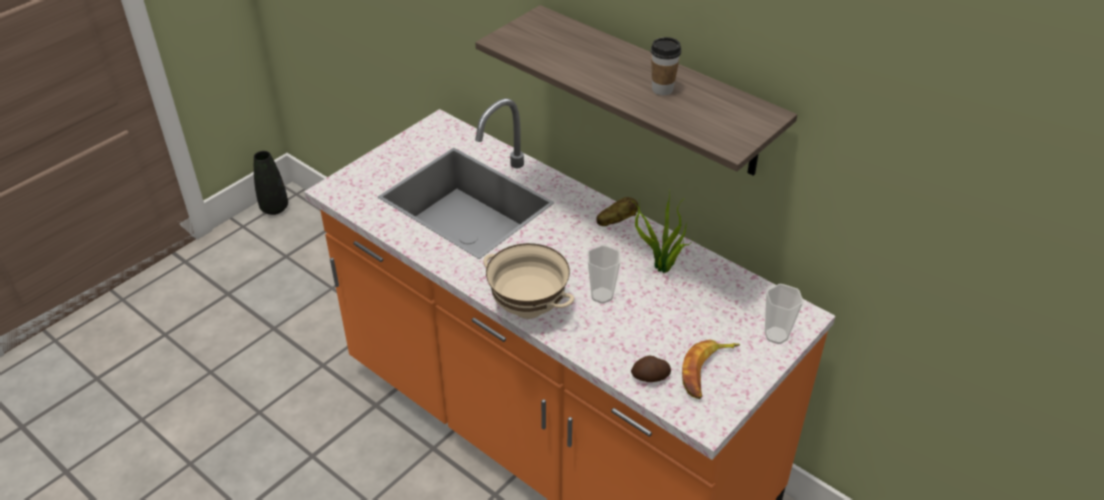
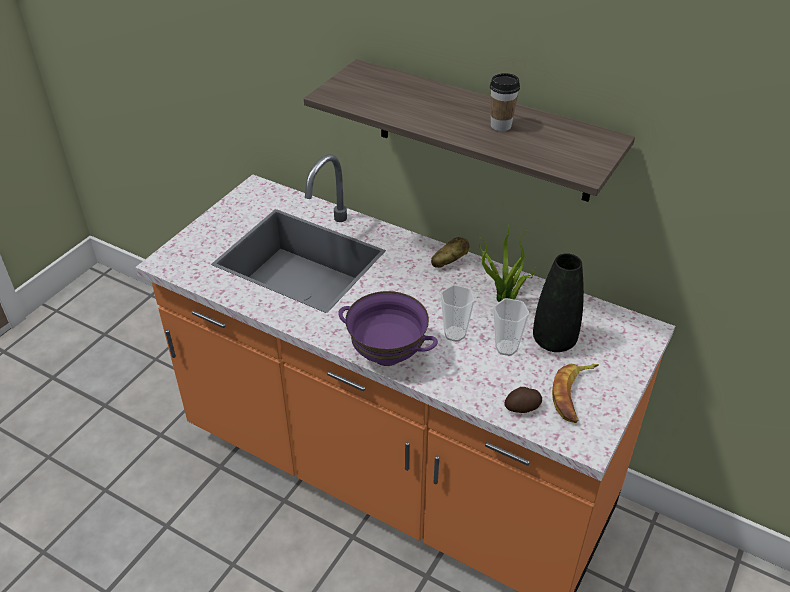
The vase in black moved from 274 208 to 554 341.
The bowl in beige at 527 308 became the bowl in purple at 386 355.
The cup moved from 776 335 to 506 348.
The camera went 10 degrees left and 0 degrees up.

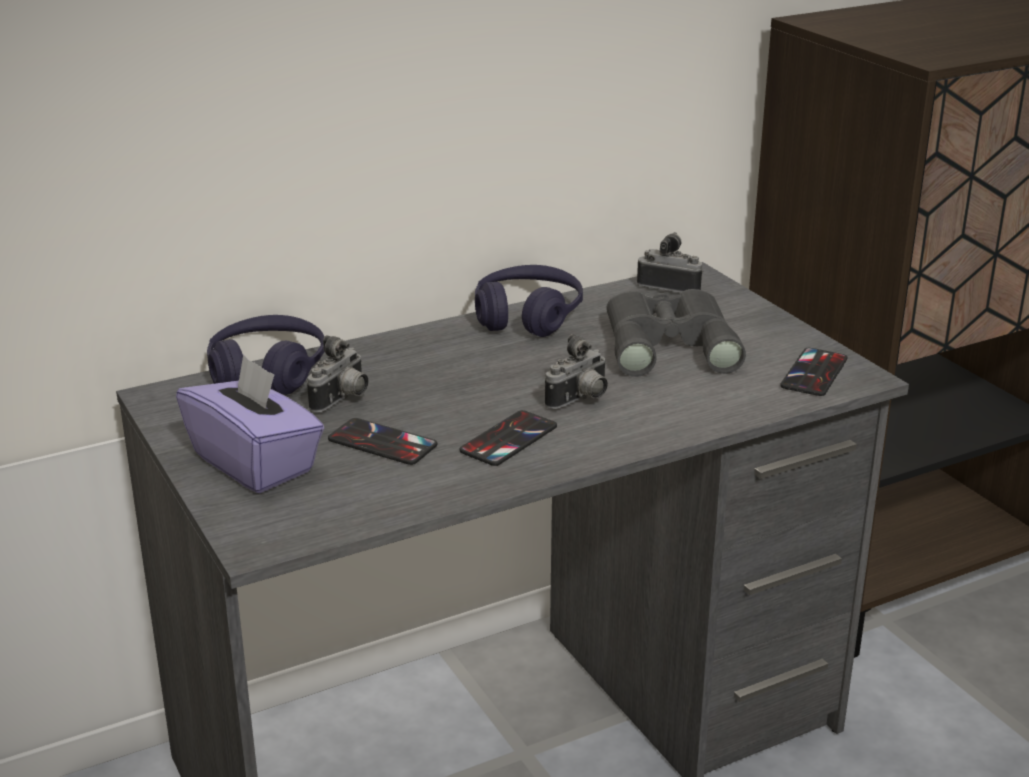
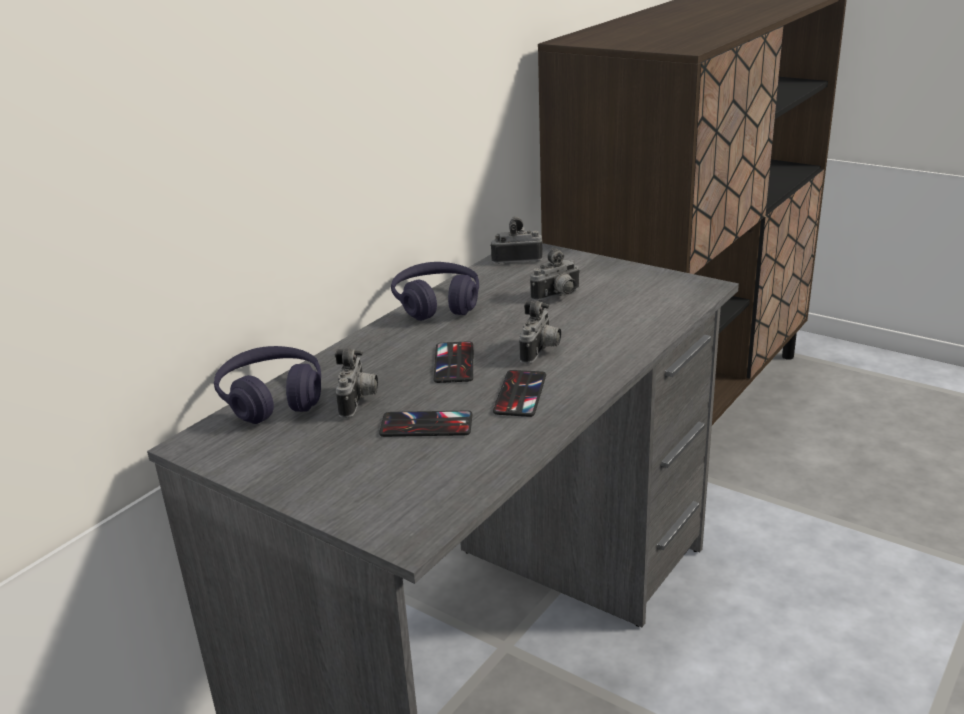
The tissue box in purple at 255 463 disappeared.
The binoculars in grey at 669 343 was replaced by the photo camera at 558 296.
The phone moved from 814 373 to 454 363.
The camera went 25 degrees left and 0 degrees up.

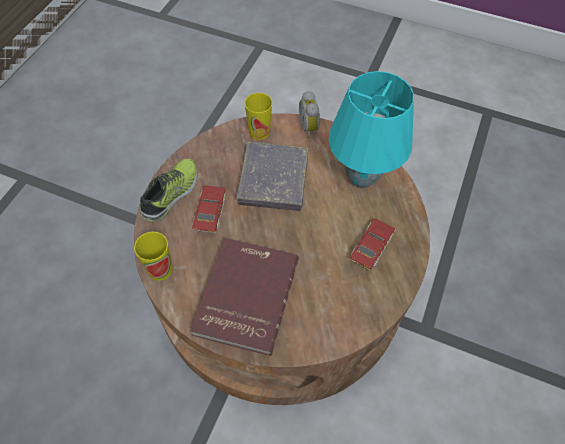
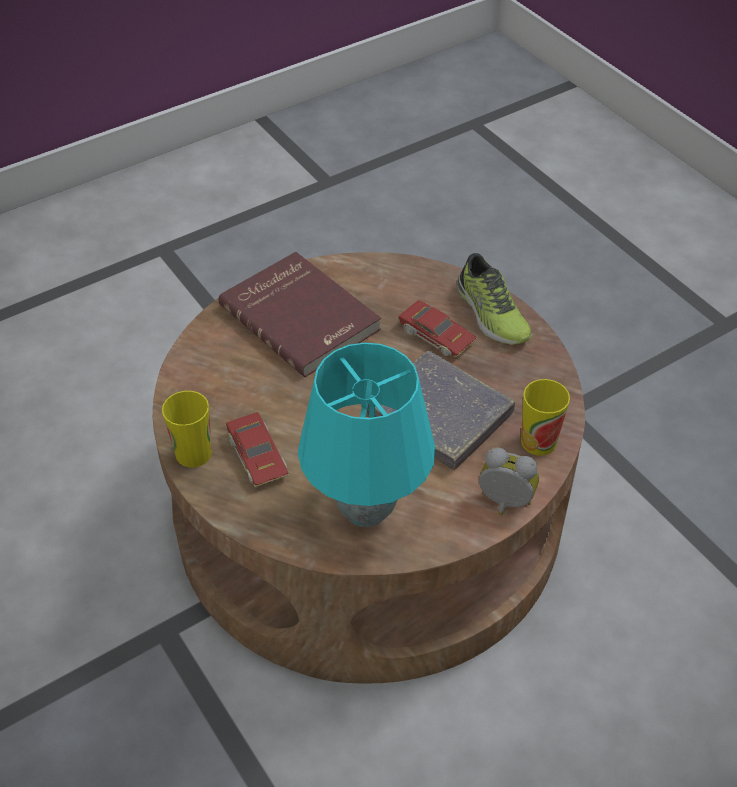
The cup moved from 160 269 to 193 453.
The camera went 125 degrees right and 10 degrees down.

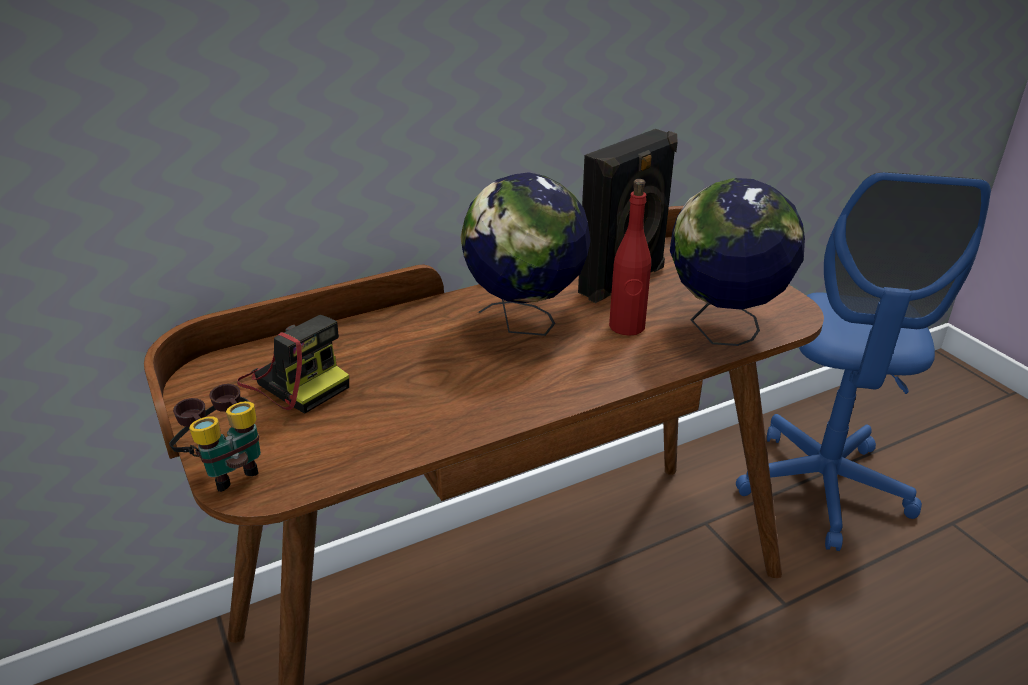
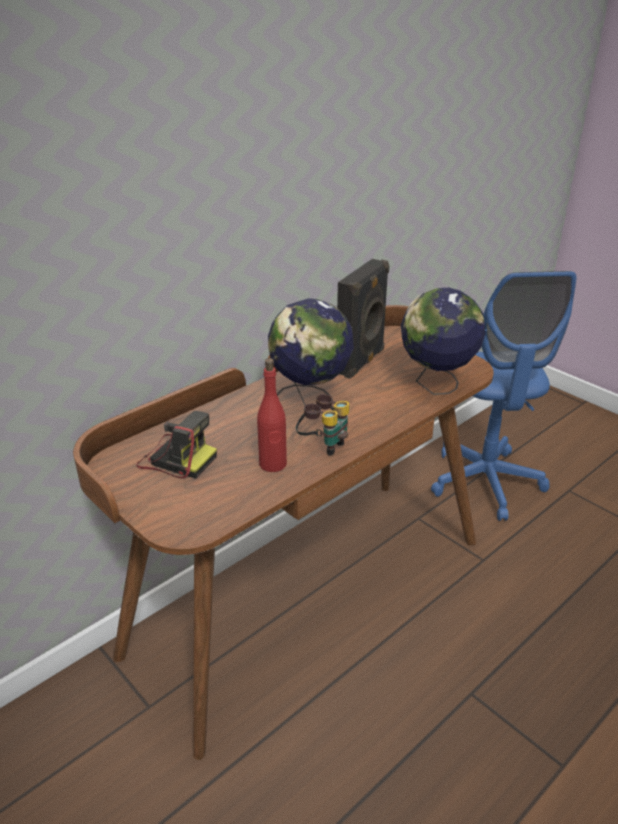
The binoculars moved from 227 468 to 323 444.
The bottle in red moved from 627 326 to 273 464.
The camera went 15 degrees left and 0 degrees up.

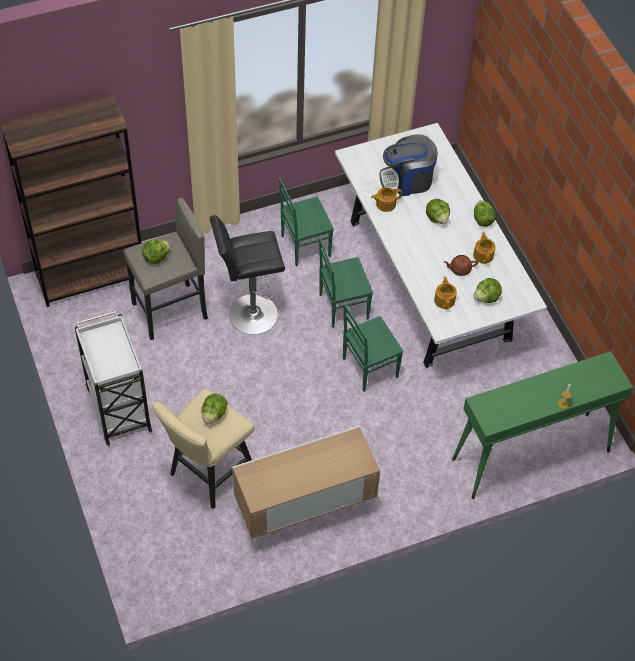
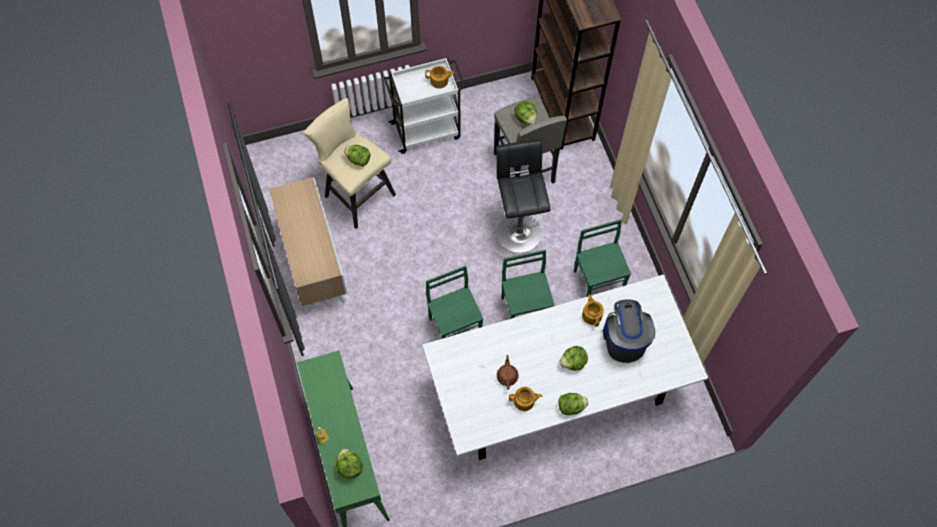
The teapot moved from 444 300 to 439 81.
The lettuce moved from 487 298 to 349 467.
The camera went 95 degrees right and 10 degrees up.

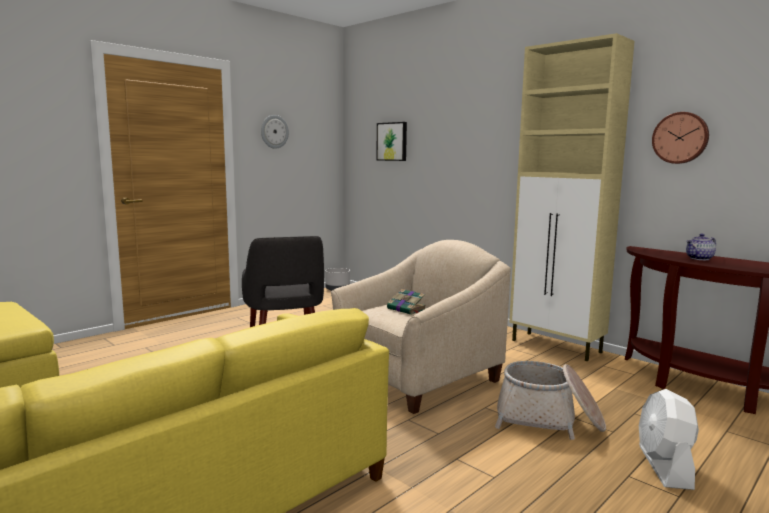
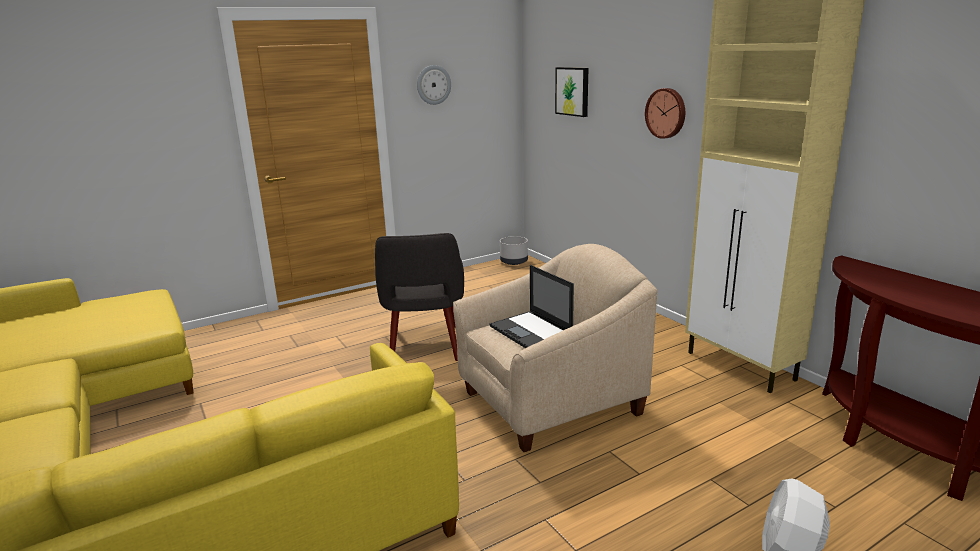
The book at 407 309 was replaced by the laptop at 531 331.
The basket at 548 420 disappeared.
The wall clock moved from 680 138 to 666 113.
The teapot at 700 259 disappeared.
The camera went 15 degrees right and 10 degrees up.

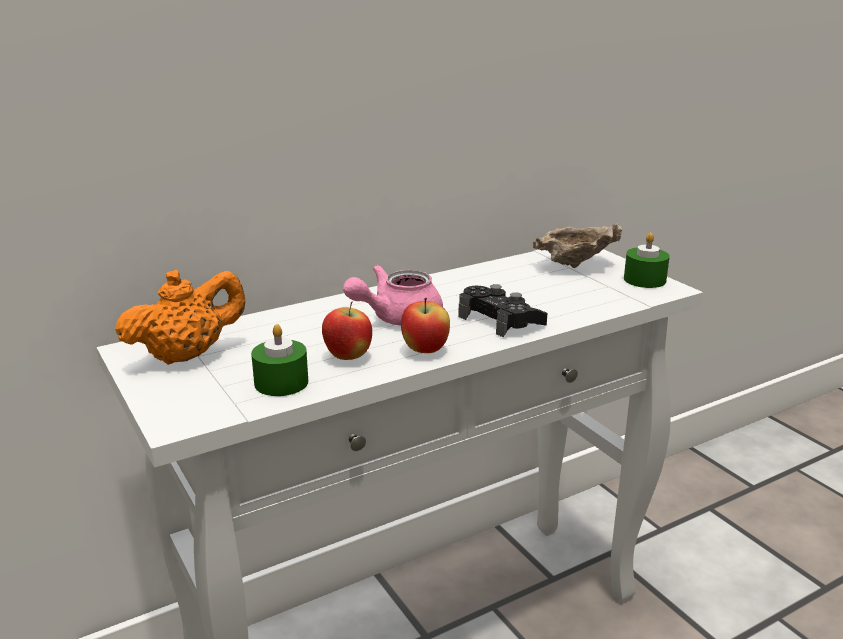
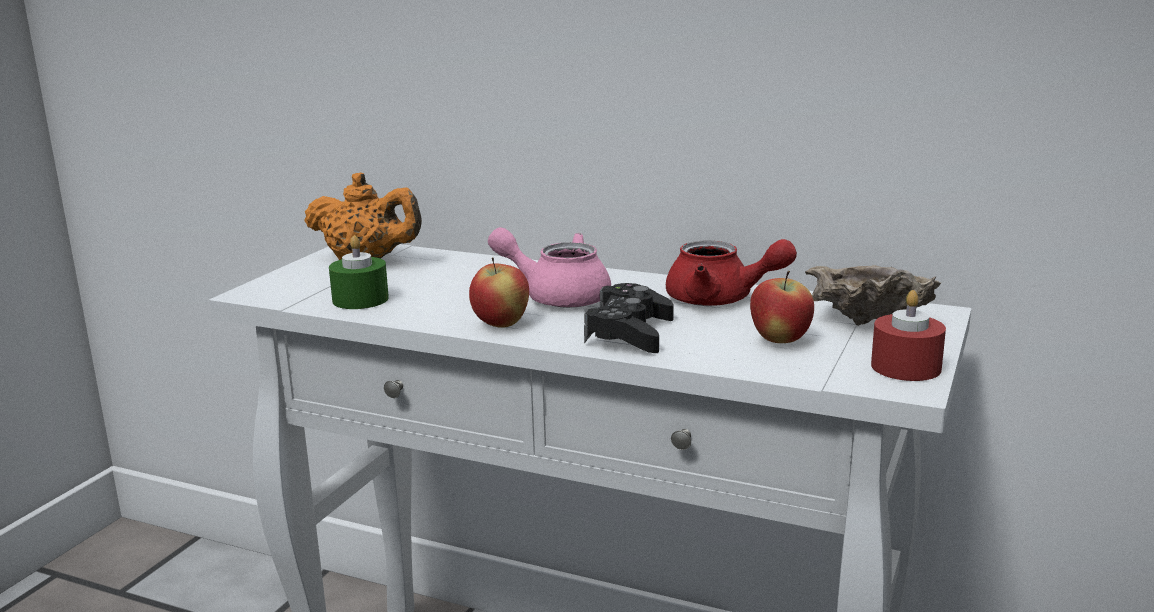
The apple moved from 348 357 to 780 341.
The candle in green at 644 280 became the candle in red at 906 367.
The teapot in red at 721 300 appeared.
The camera went 55 degrees right and 5 degrees down.

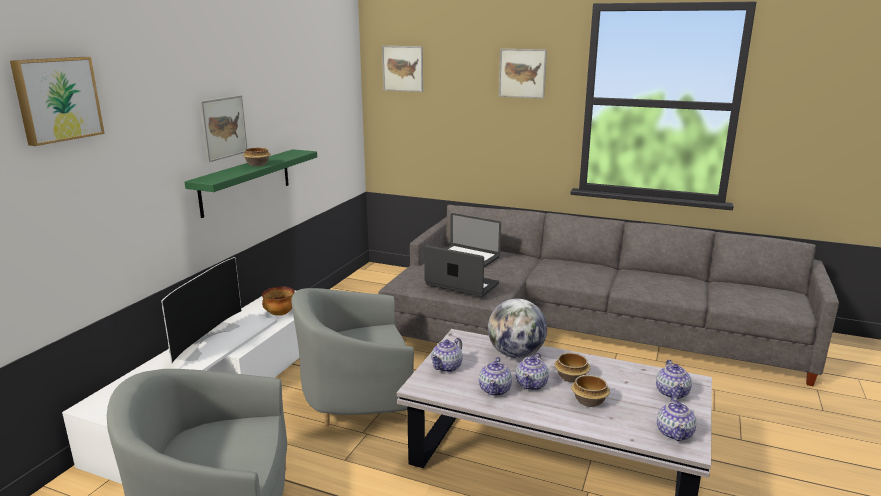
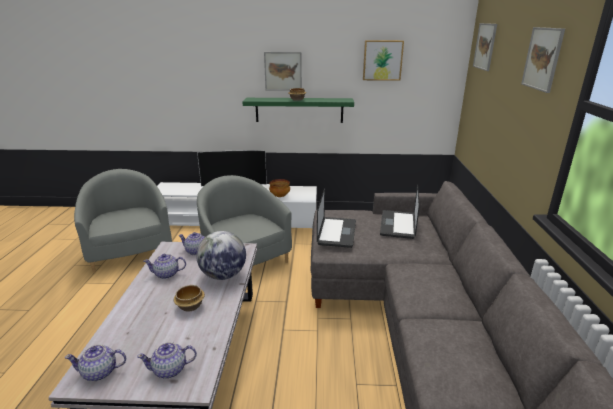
The picture moved from 57 99 to 382 60.
The teapot at 532 384 disappeared.
The bowl at 588 401 disappeared.
The camera went 70 degrees right and 5 degrees up.

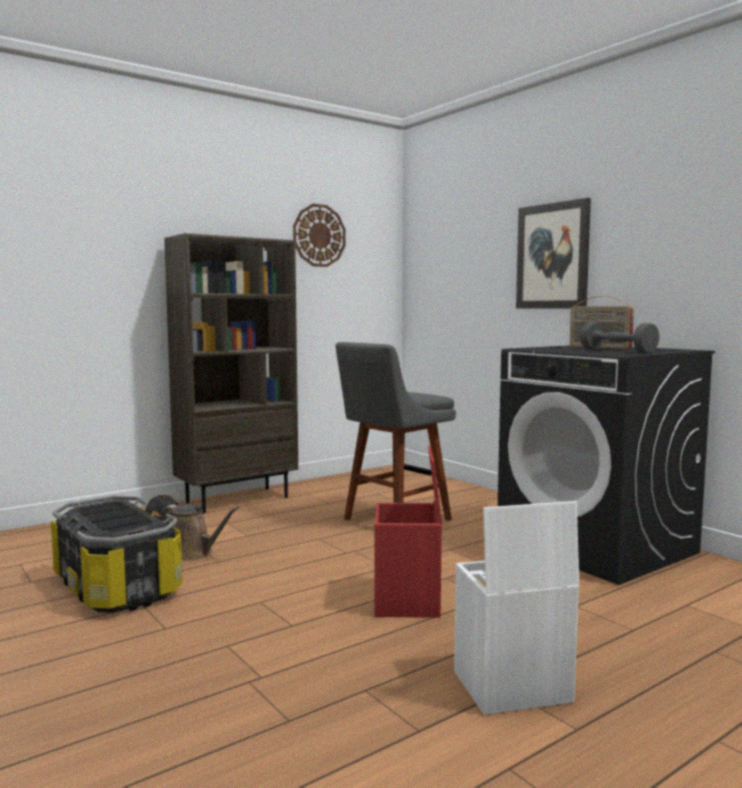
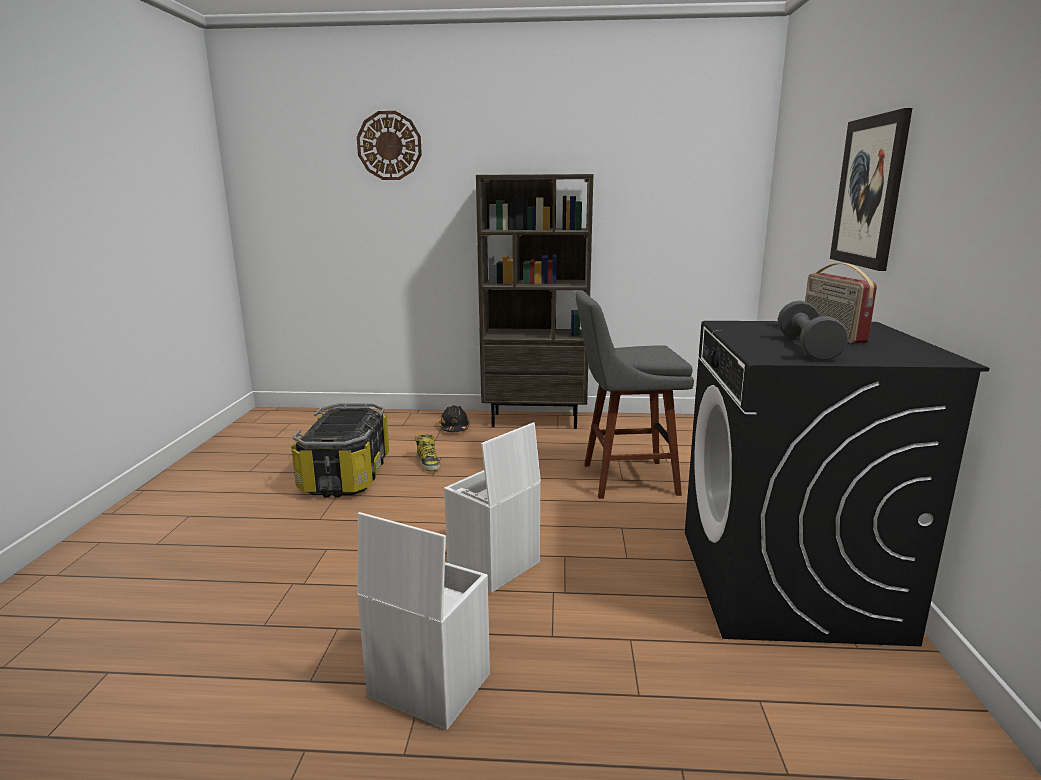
The watering can in brown at 194 554 was replaced by the boot at 428 463.
The wall clock moved from 319 235 to 389 146.
The storage box in red at 408 602 became the storage box in white at 494 566.
The camera went 40 degrees right and 10 degrees up.

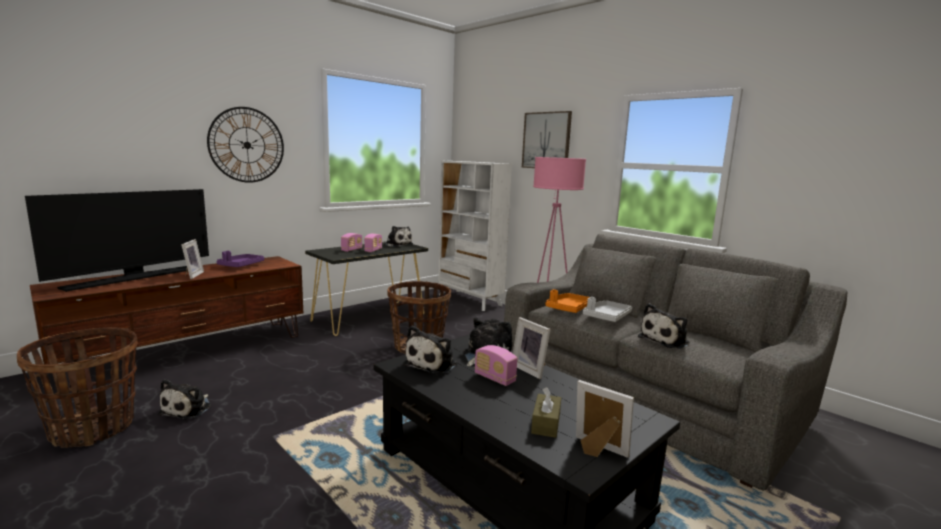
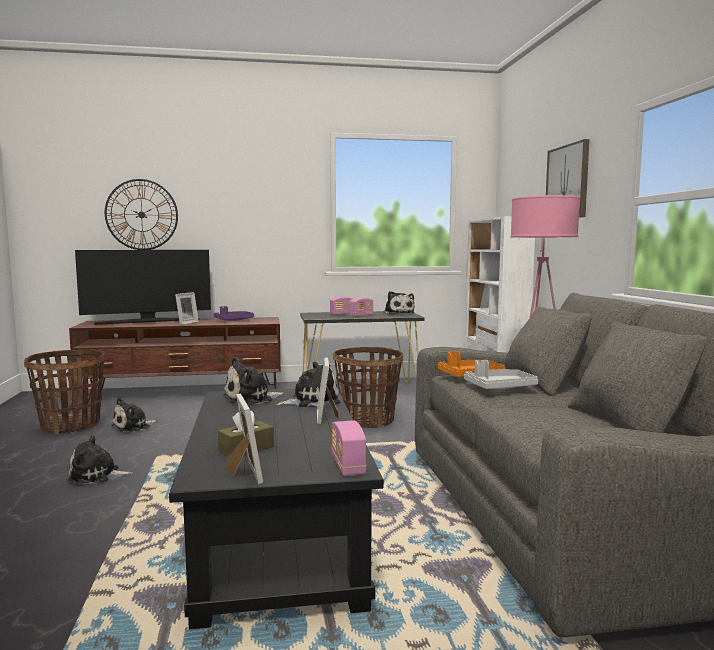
The wall clock moved from 247 145 to 141 214.
The radio moved from 494 378 to 348 466.
The plush toy moved from 665 340 to 97 475.
The camera went 35 degrees right and 5 degrees down.

